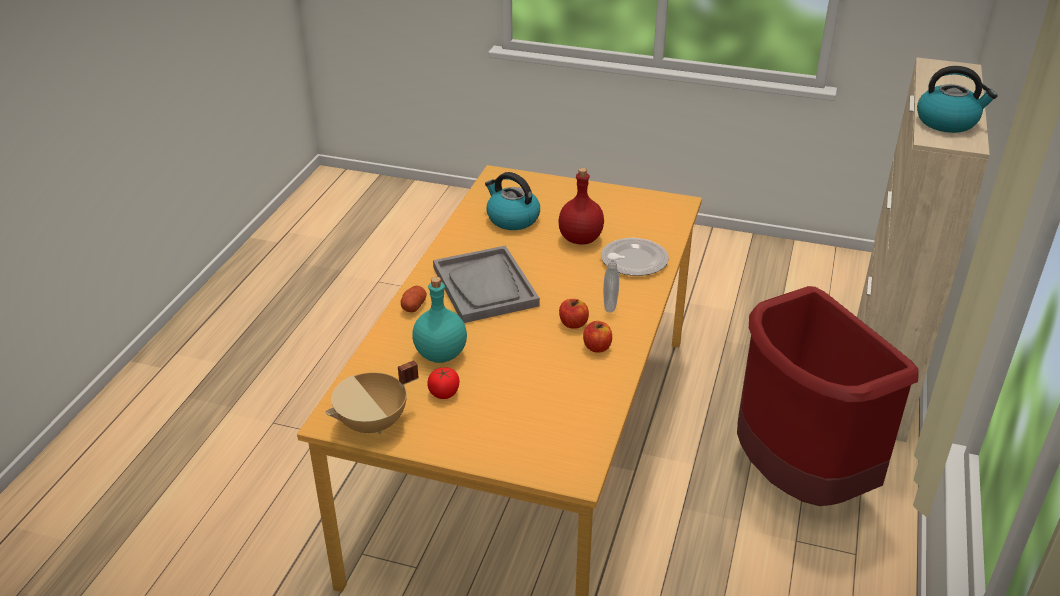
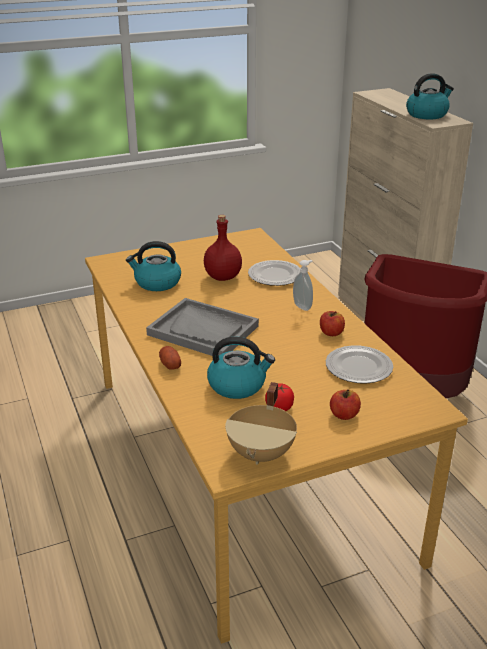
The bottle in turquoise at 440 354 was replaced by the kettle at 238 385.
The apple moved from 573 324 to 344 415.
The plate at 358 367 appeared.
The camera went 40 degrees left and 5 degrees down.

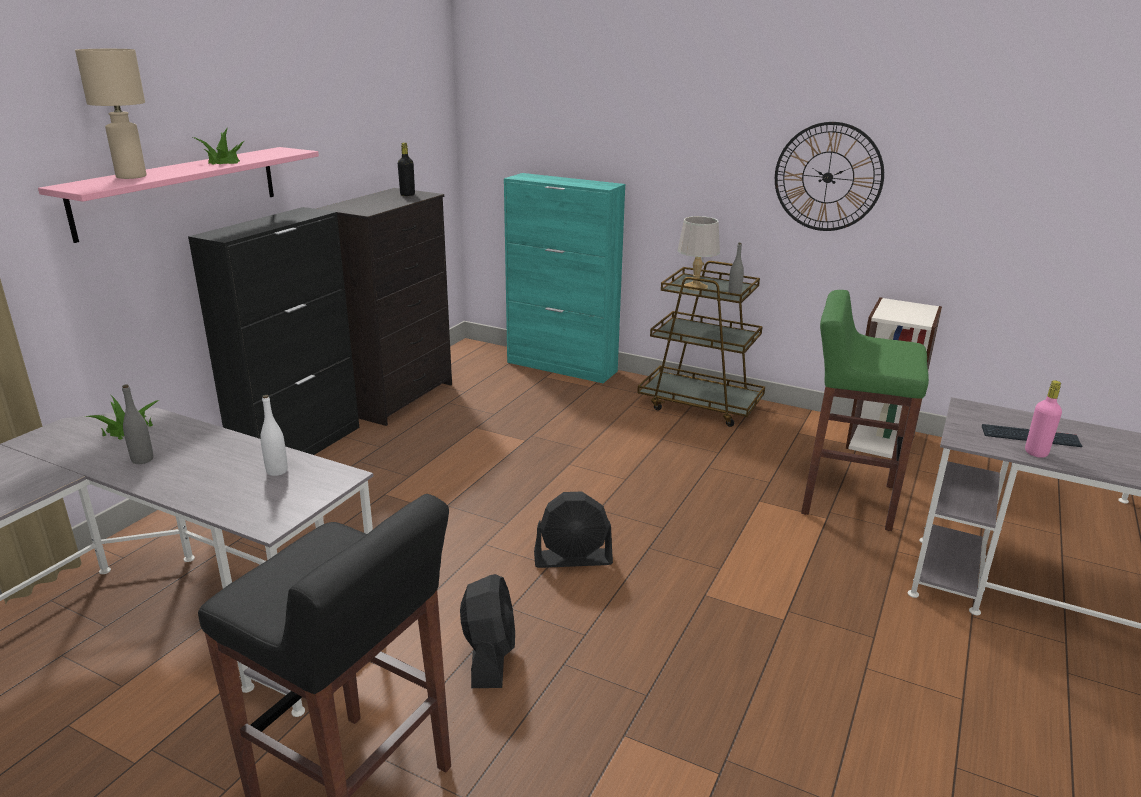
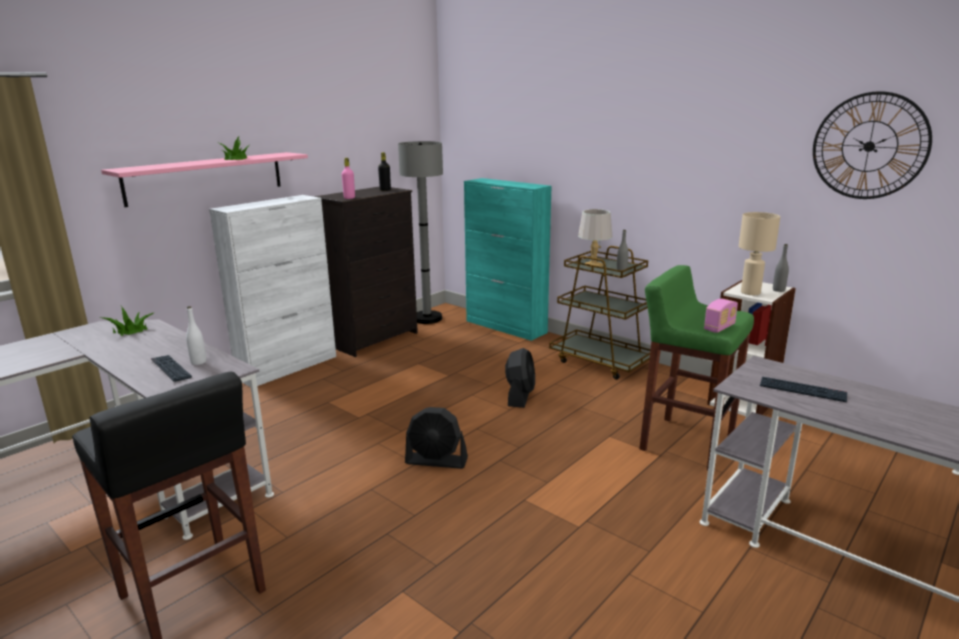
The table lamp in beige moved from 131 176 to 750 292.
The bottle in grey moved from 142 460 to 778 290.
The cabinet in black at 299 449 became the cabinet in white at 288 367.
The fan in black moved from 489 656 to 520 396.
The wall clock moved from 828 177 to 869 146.
The bottle in pink moved from 1036 452 to 349 198.
The keyboard at 171 369 appeared.
The floor lamp in grey at 427 318 appeared.
The radio at 719 327 appeared.
The camera went 15 degrees right and 5 degrees down.

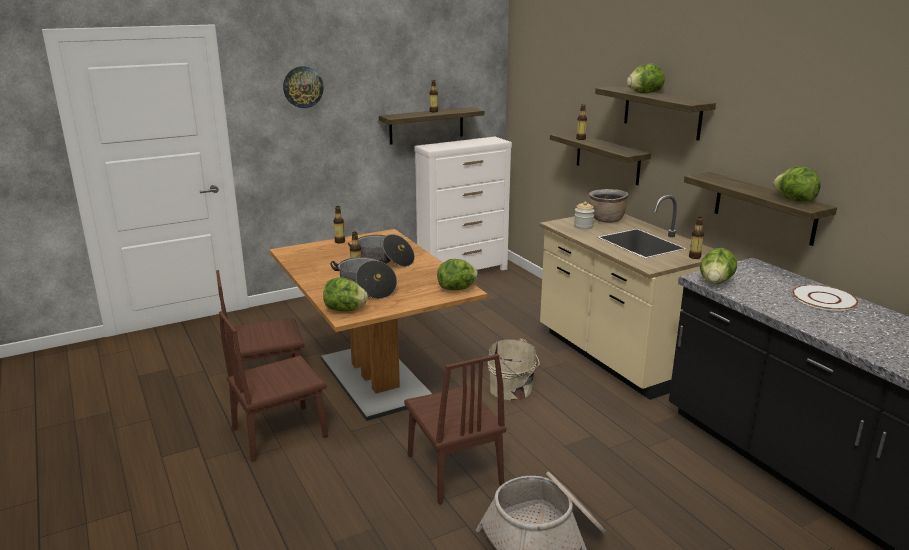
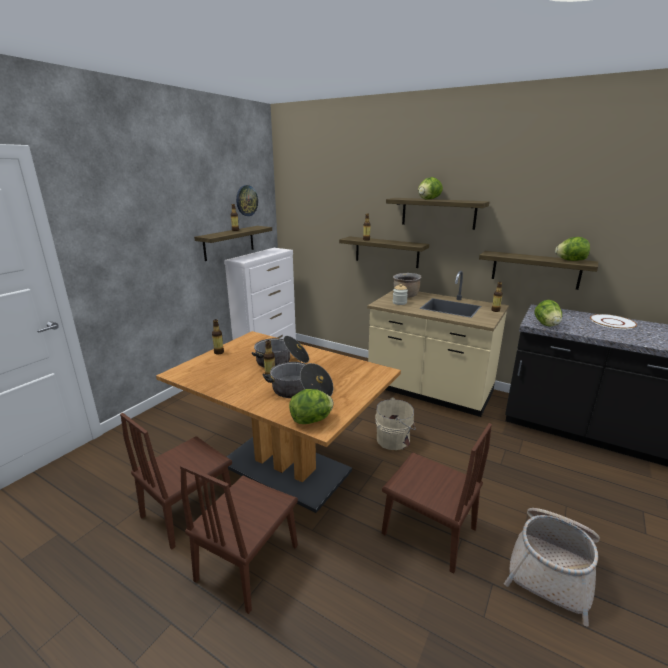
The wall clock moved from 303 87 to 246 200.
The lettuce at 457 289 disappeared.
The camera went 30 degrees left and 0 degrees up.

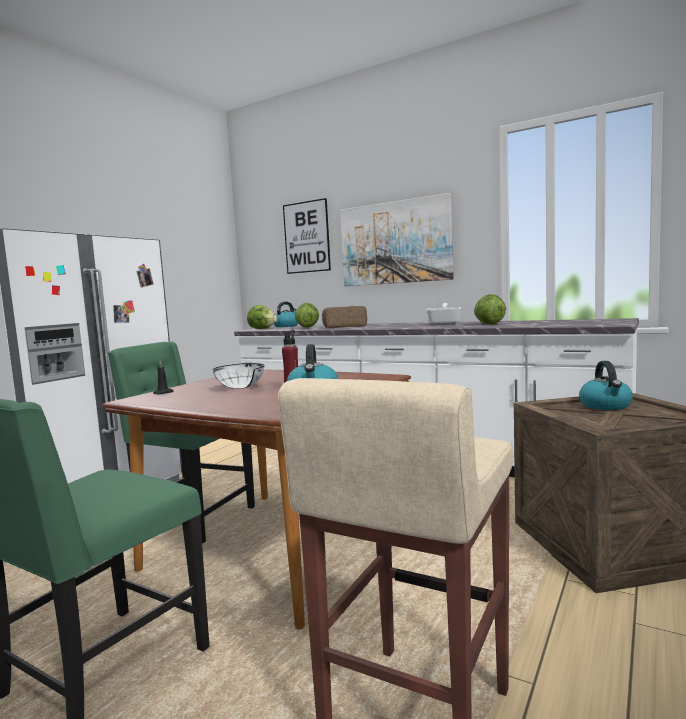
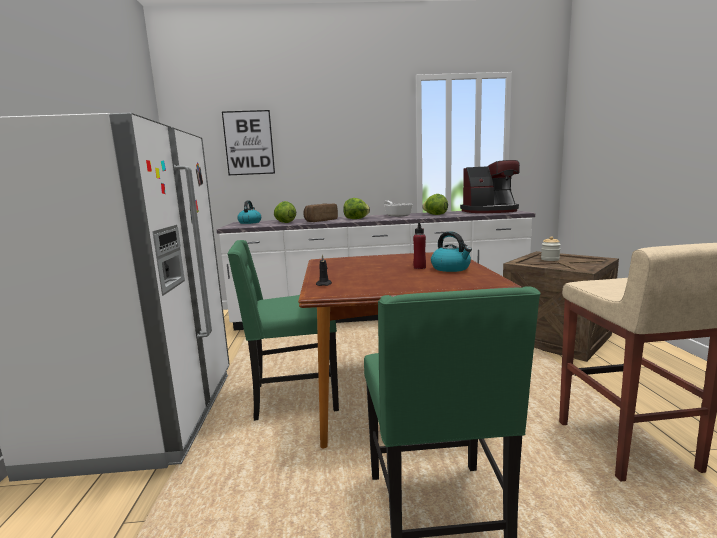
The bowl in white at 242 387 disappeared.
The lettuce moved from 262 329 to 356 219.
The picture at 395 243 disappeared.
The kettle at 606 406 was replaced by the jar at 550 259.
The coffee machine at 490 211 appeared.
The camera went 35 degrees left and 5 degrees up.

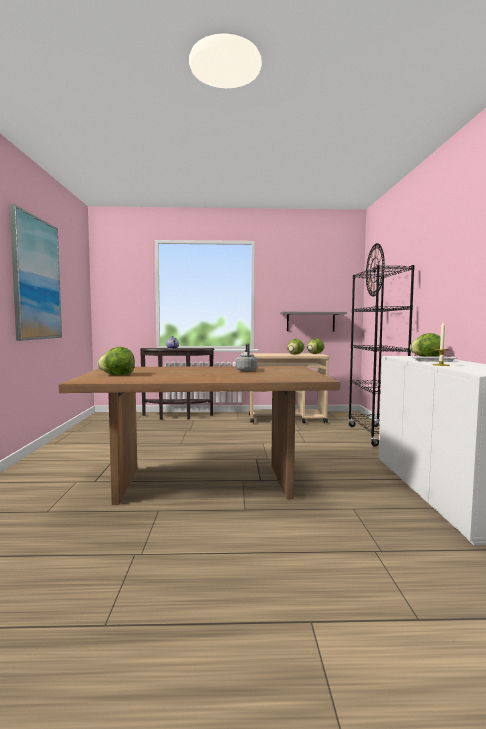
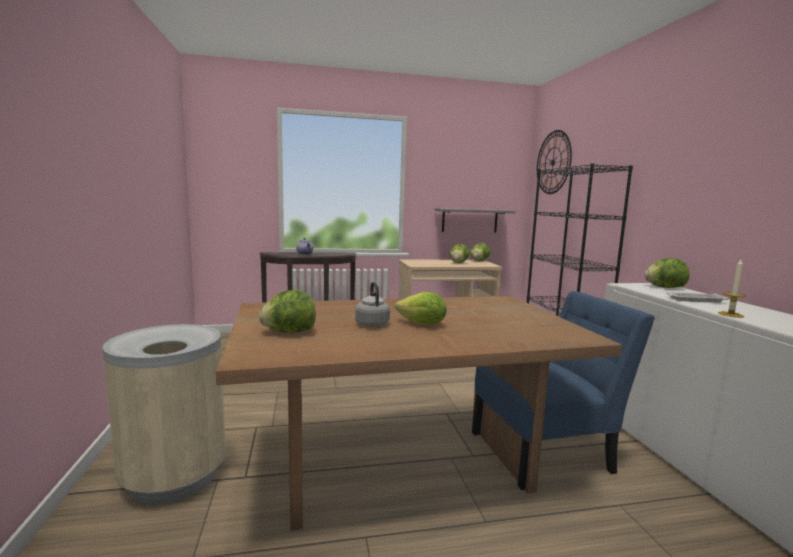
The picture at 36 279 disappeared.
The kettle in grey moved from 246 370 to 371 324.
The trash can in beige at 174 477 appeared.
The lettuce at 422 324 appeared.
The chair in blue at 546 451 appeared.
The camera went 10 degrees left and 5 degrees up.

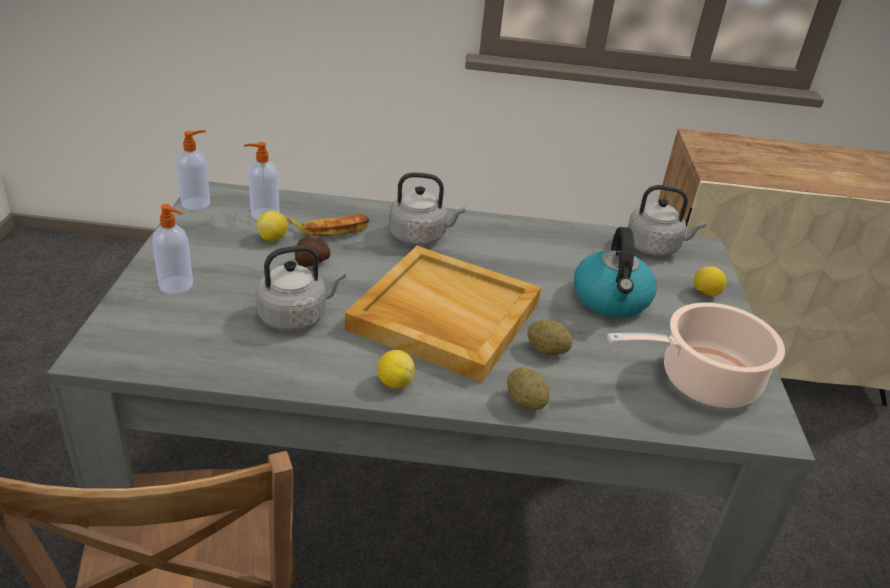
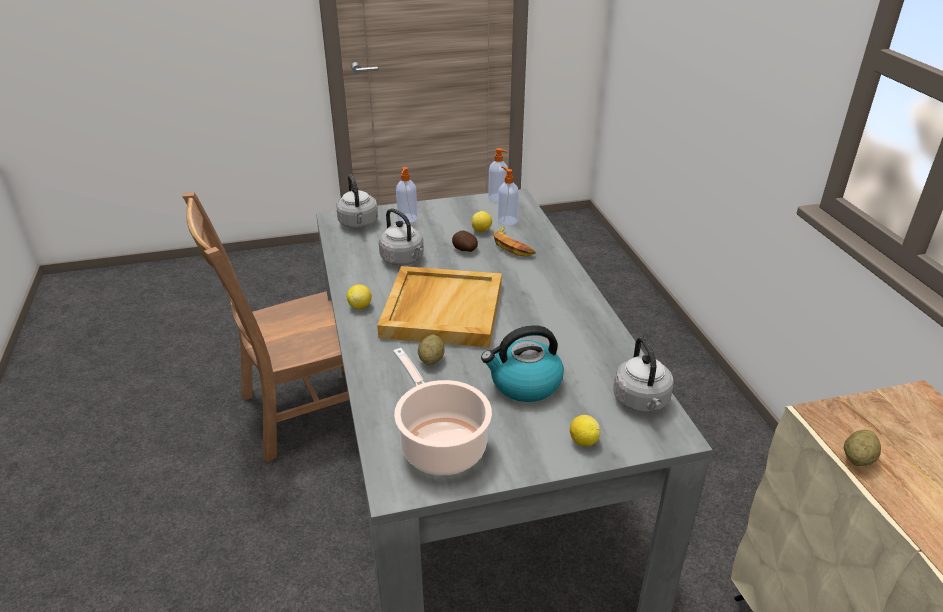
The kettle in grey moved from 420 236 to 359 224.
The potato moved from 525 402 to 857 459.
The camera went 75 degrees right and 0 degrees up.

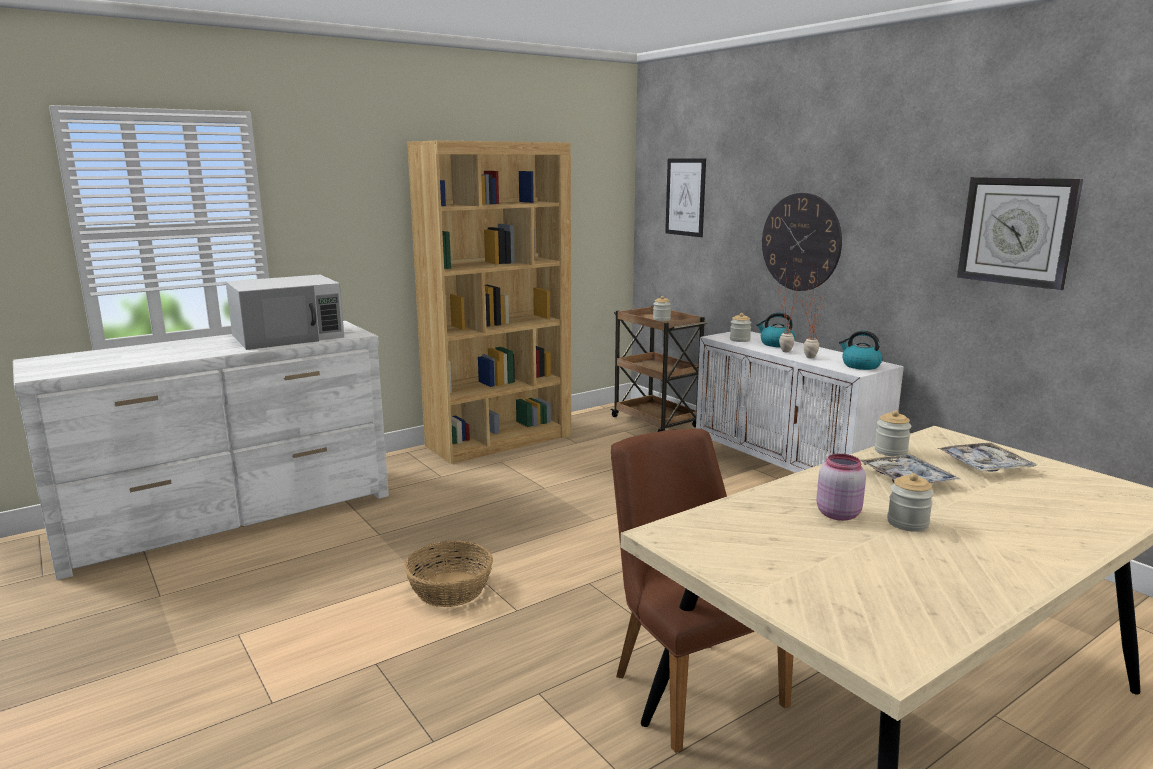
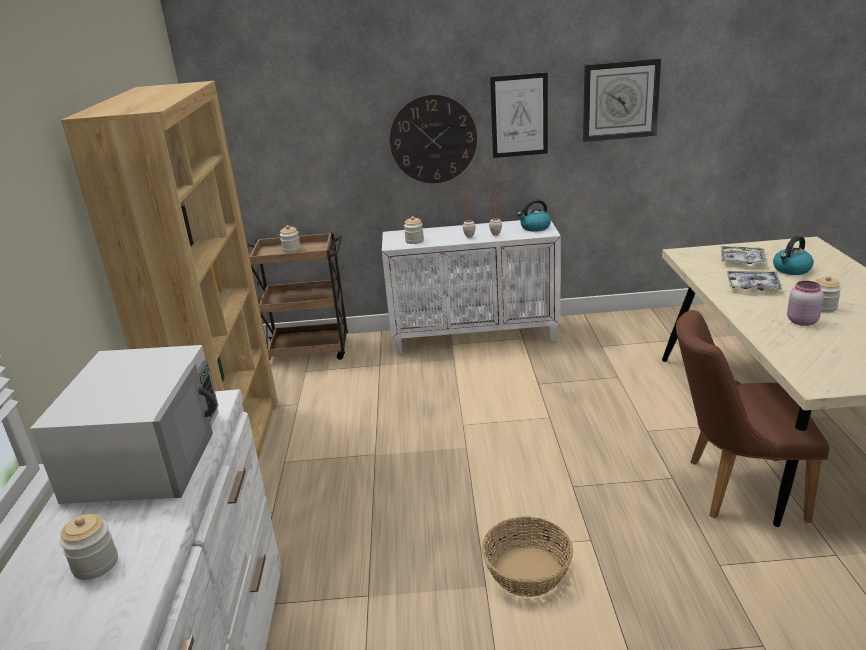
The picture moved from 685 197 to 519 115.
The kettle moved from 776 344 to 791 270.
The jar moved from 890 451 to 95 564.
The camera went 55 degrees left and 10 degrees up.

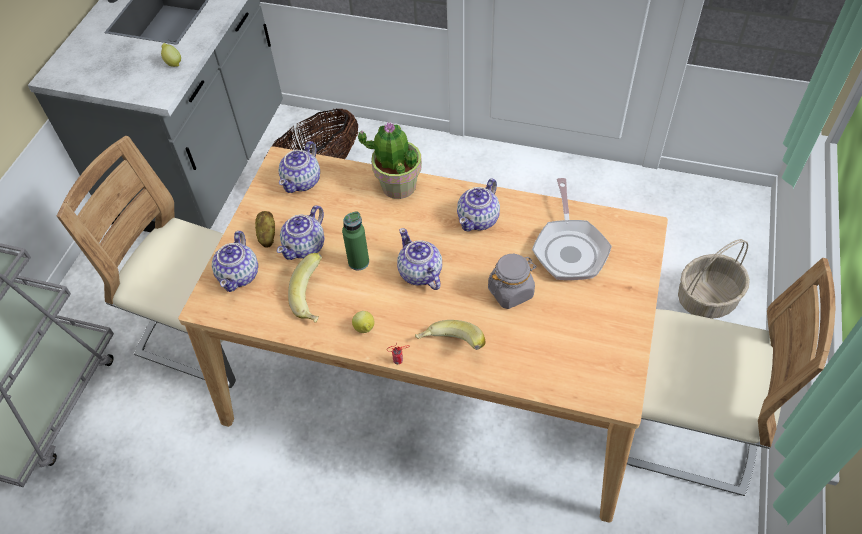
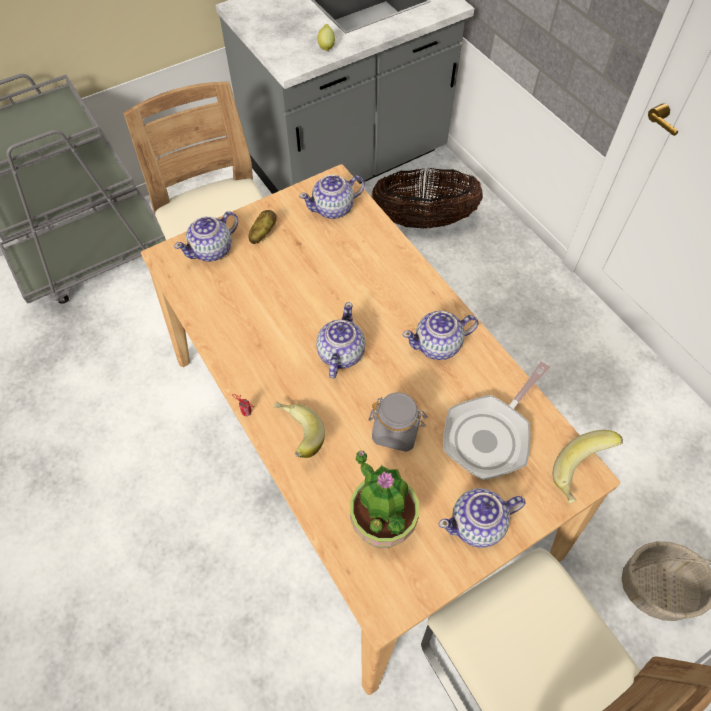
The teapot moved from 305 246 to 478 524.
The banana moved from 314 299 to 582 474.
The bottle in green at 358 262 disappeared.
The lemon at 365 329 disappeared.
The potted plant moved from 398 185 to 382 523.
The camera went 40 degrees right and 5 degrees up.

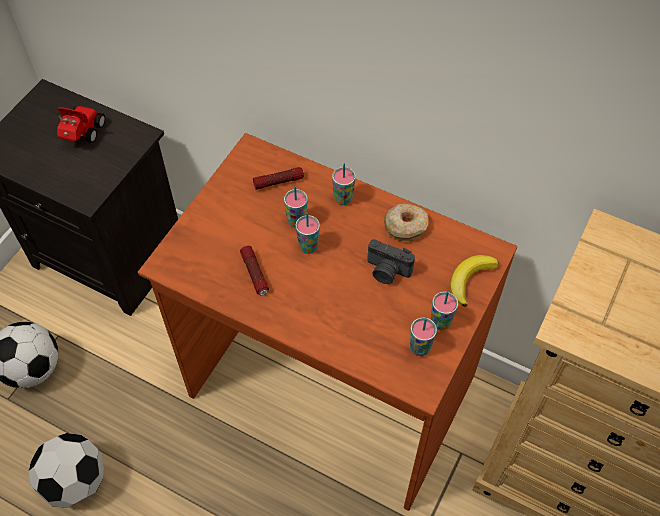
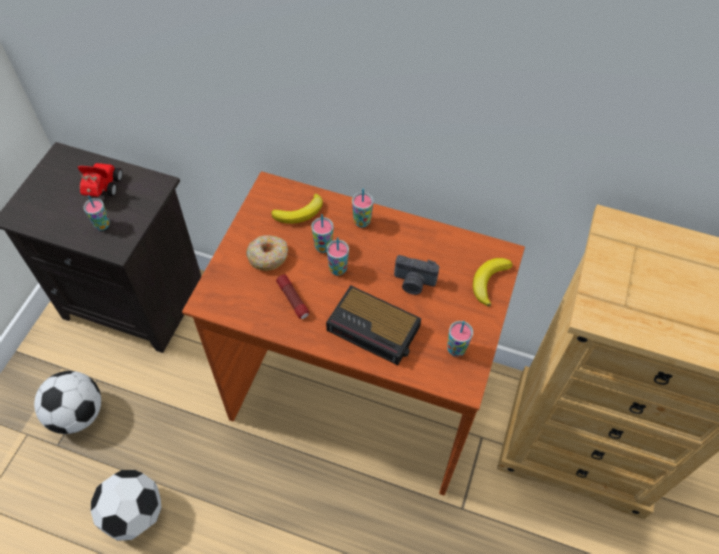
The flashlight at 278 182 was replaced by the banana at 300 213.
The donut moved from 405 226 to 268 256.
The cup moved from 440 322 to 102 225.
The alarm clock at 375 329 appeared.
The camera went 10 degrees left and 0 degrees up.

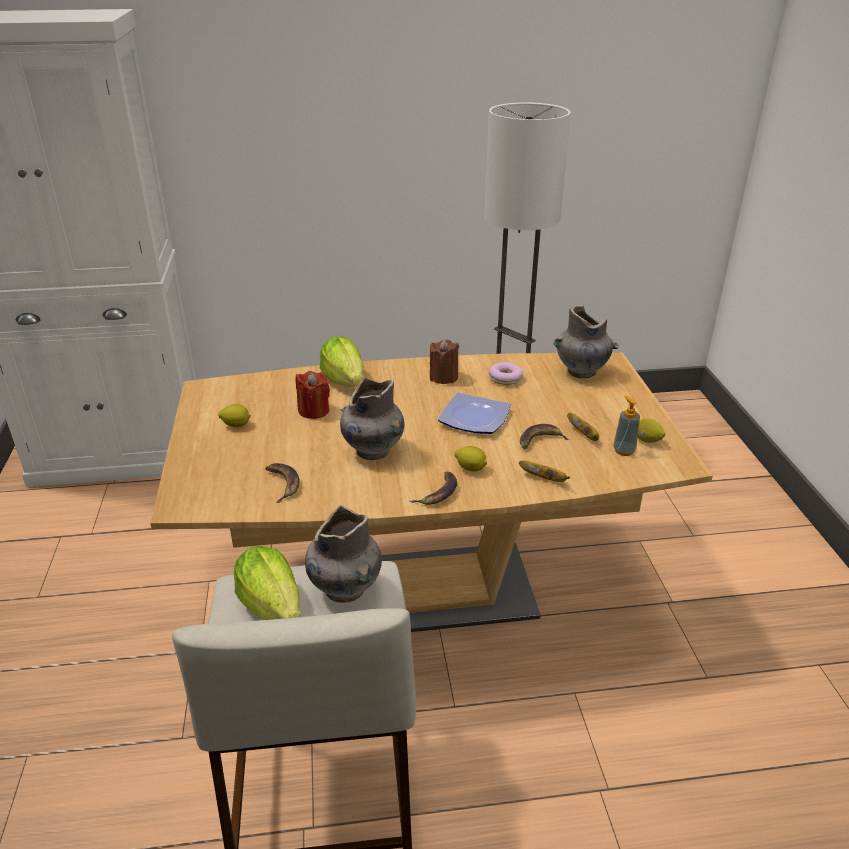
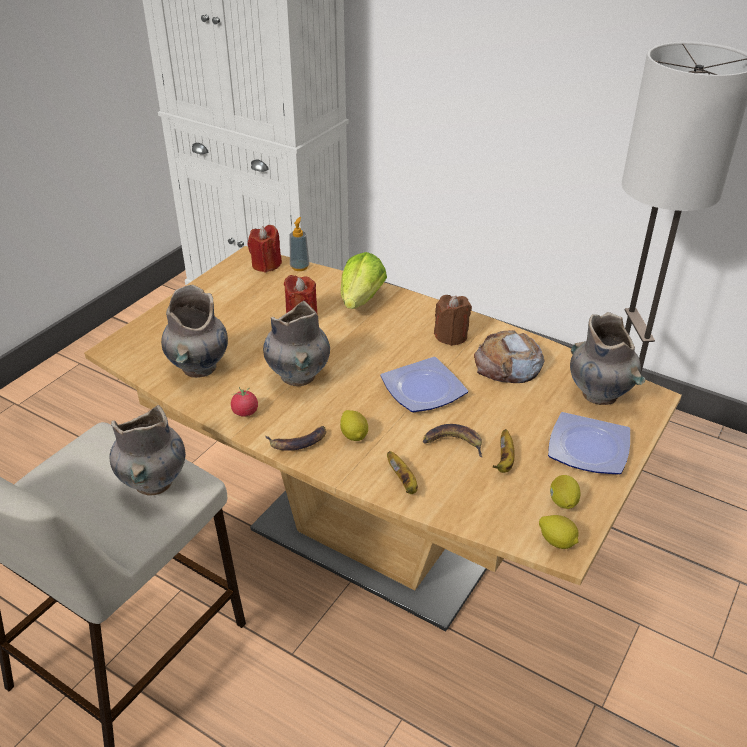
The lemon moved from 236 425 to 557 541.
The lettuce at 272 606 disappeared.
The banana at 282 483 was replaced by the vase in grey at 199 368.
The donut at 505 378 was replaced by the bread at 508 364.
The soap dispenser moved from 624 450 to 299 267.
The tomato at 245 412 appeared.
The candle in red at 266 264 appeared.
The plate at 587 447 appeared.
The camera went 40 degrees right and 5 degrees up.

